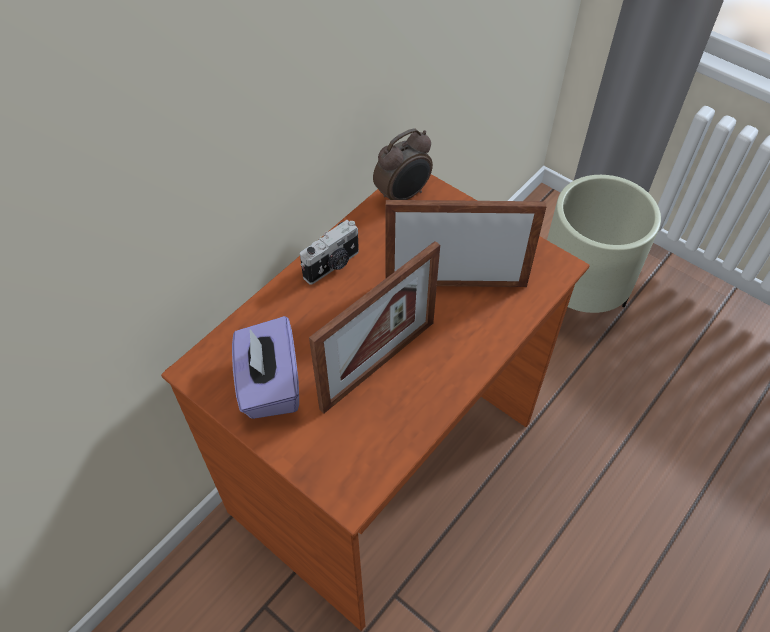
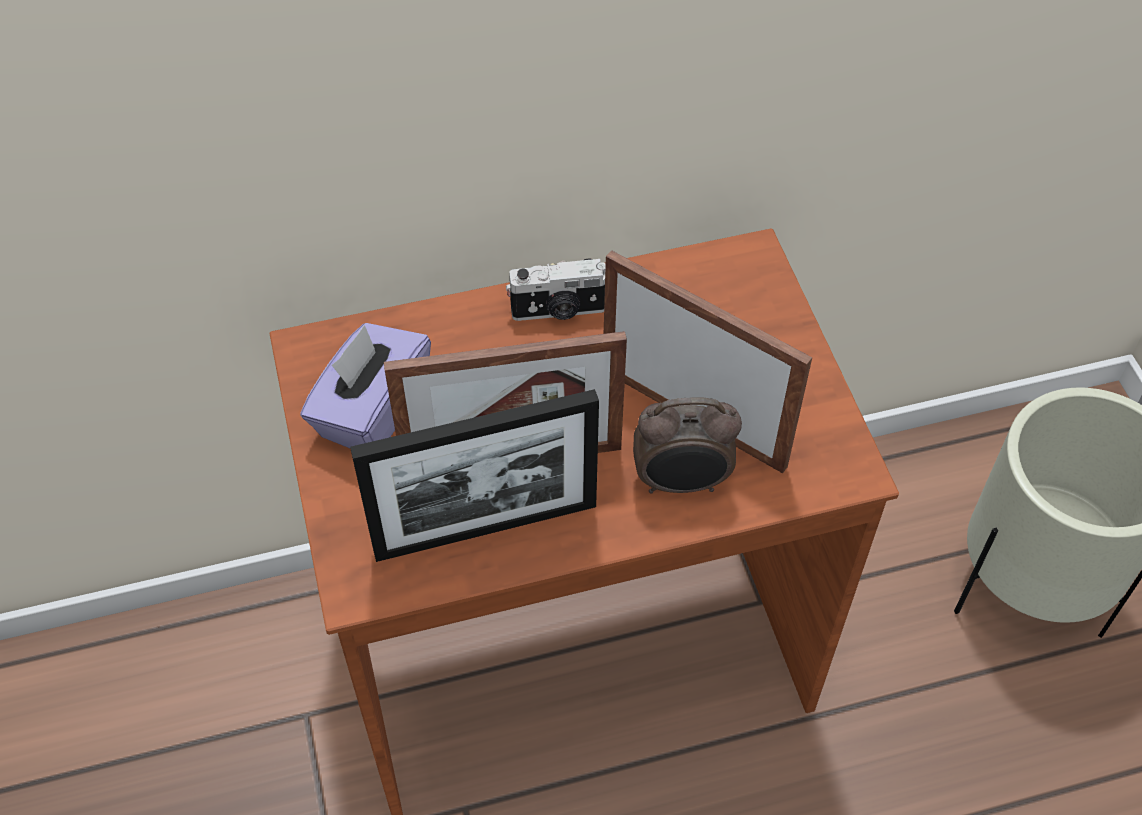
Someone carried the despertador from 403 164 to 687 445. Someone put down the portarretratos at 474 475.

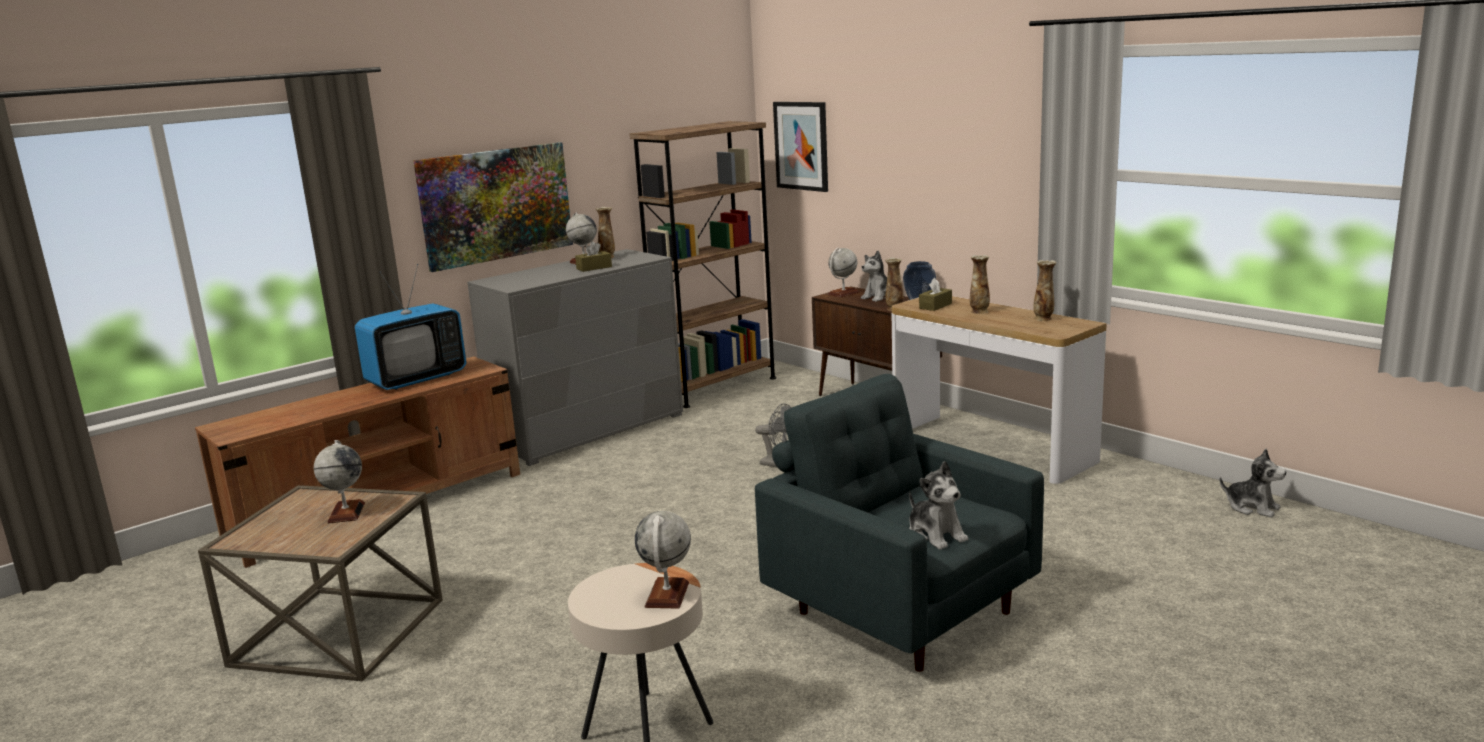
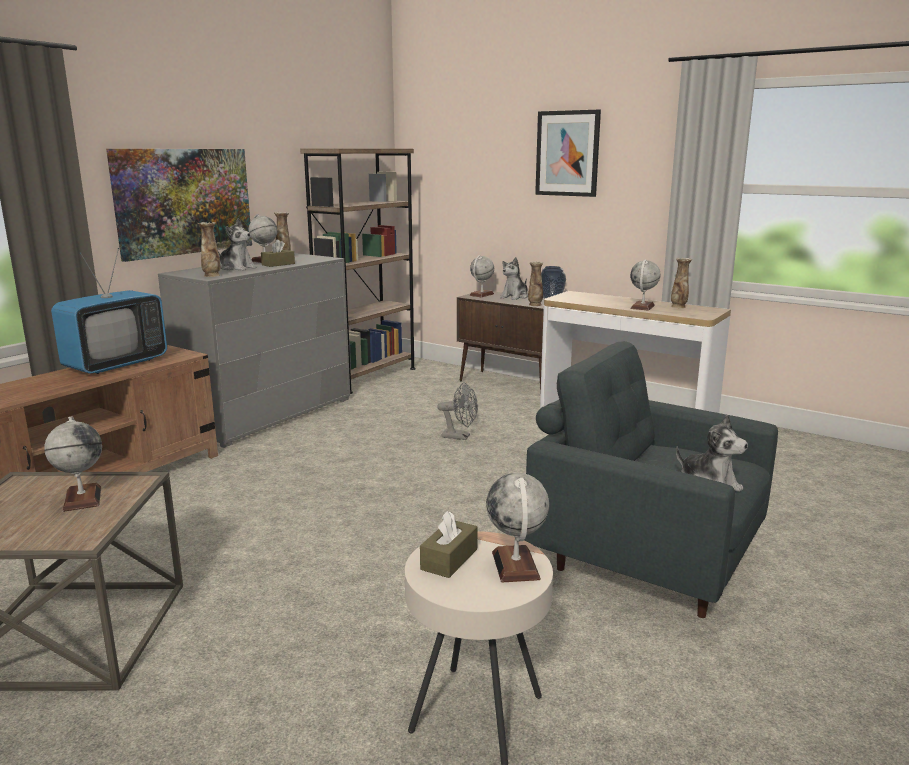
Someone carried the cuadro from 800 147 to 568 153. Someone carried the florero from 980 284 to 209 249. Someone carried the caja de pañuelos [marrón] from 935 294 to 449 544. Someone carried the peluche from 1252 483 to 237 244. Someone put down the globo terráqueo at 645 285.

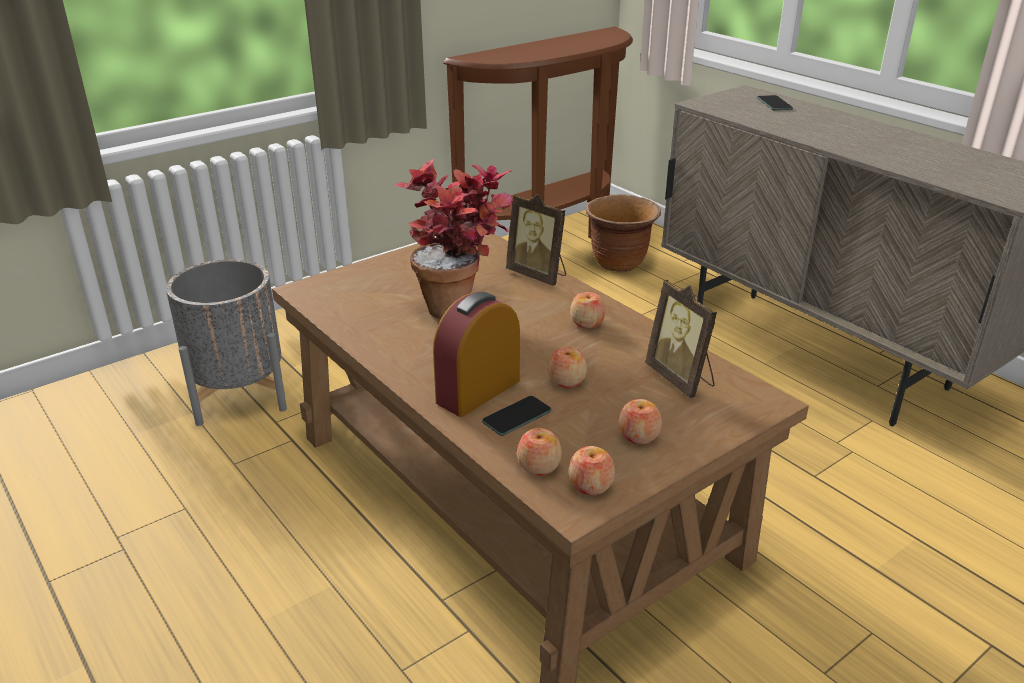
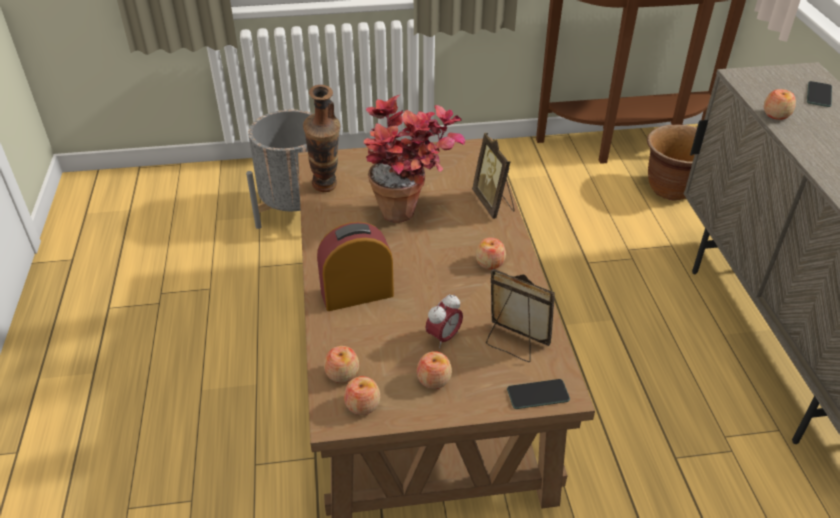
Someone rotated the portarretratos at 681 339 by 120 degrees clockwise. Someone carried the manzana from 567 367 to 780 104. Someone carried the móvil from 516 416 to 538 394. Someone put down the florero at 321 138. Someone put down the despertador at 444 321.

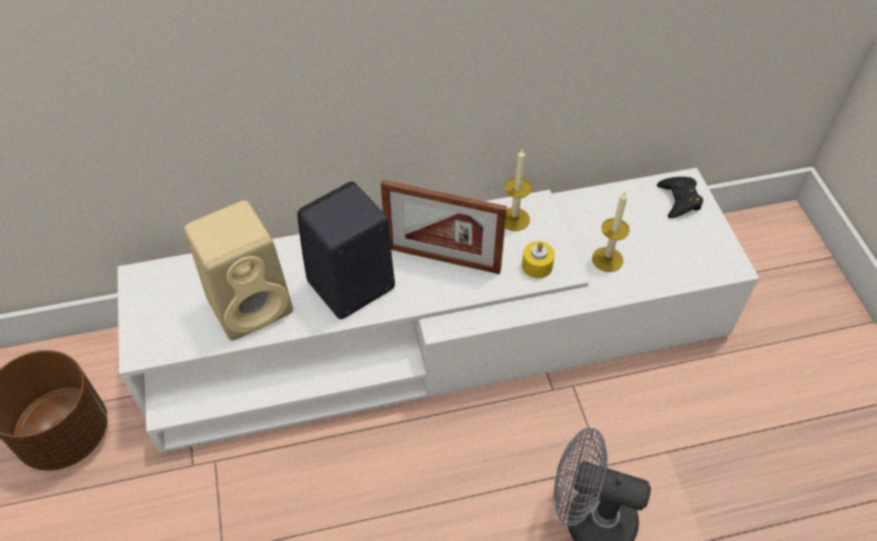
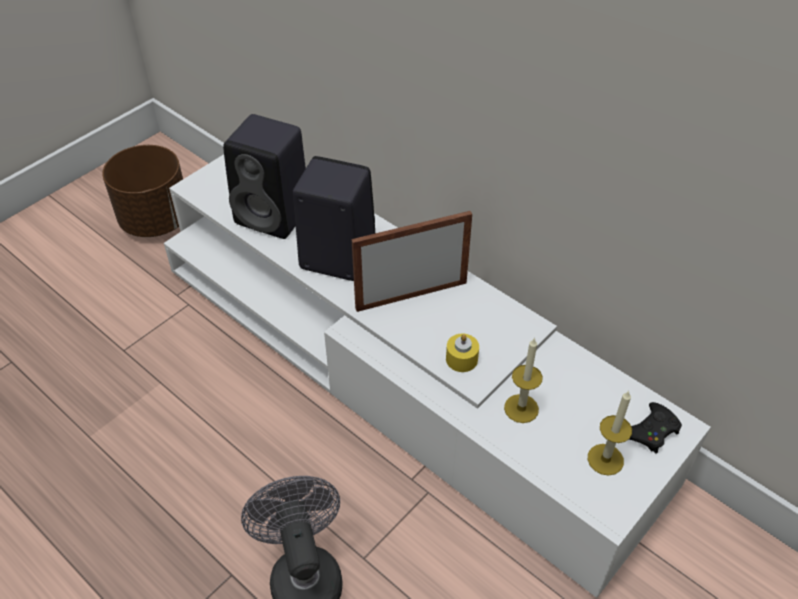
Someone carried the vela from 518 190 to 610 433. Someone rotated the portarretratos at 444 227 by 90 degrees clockwise. Someone repainted the altavoz [beis] at 238 270, which became the altavoz [negro] at 264 176.

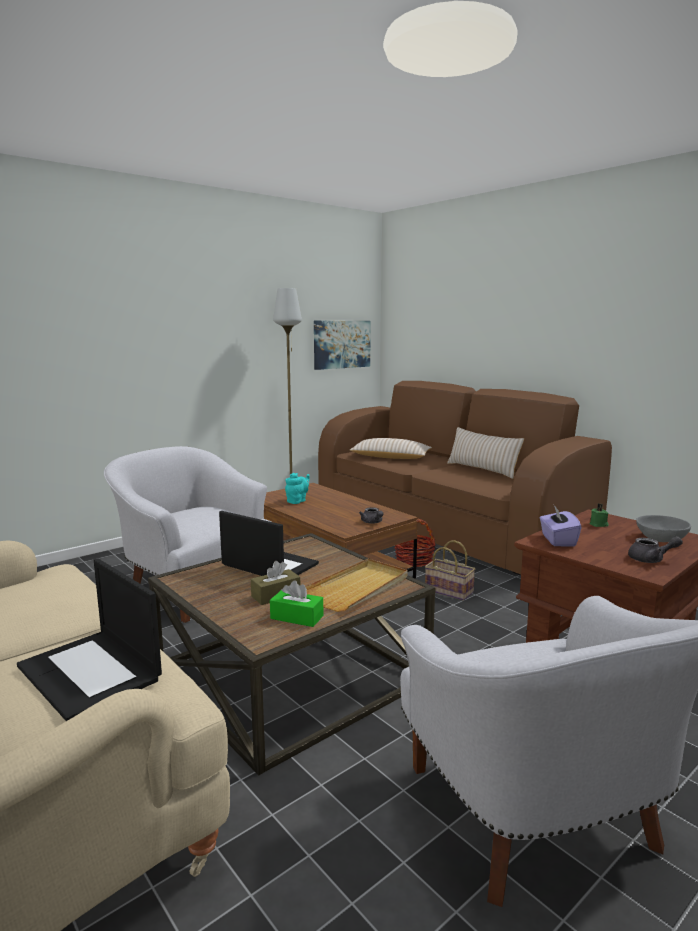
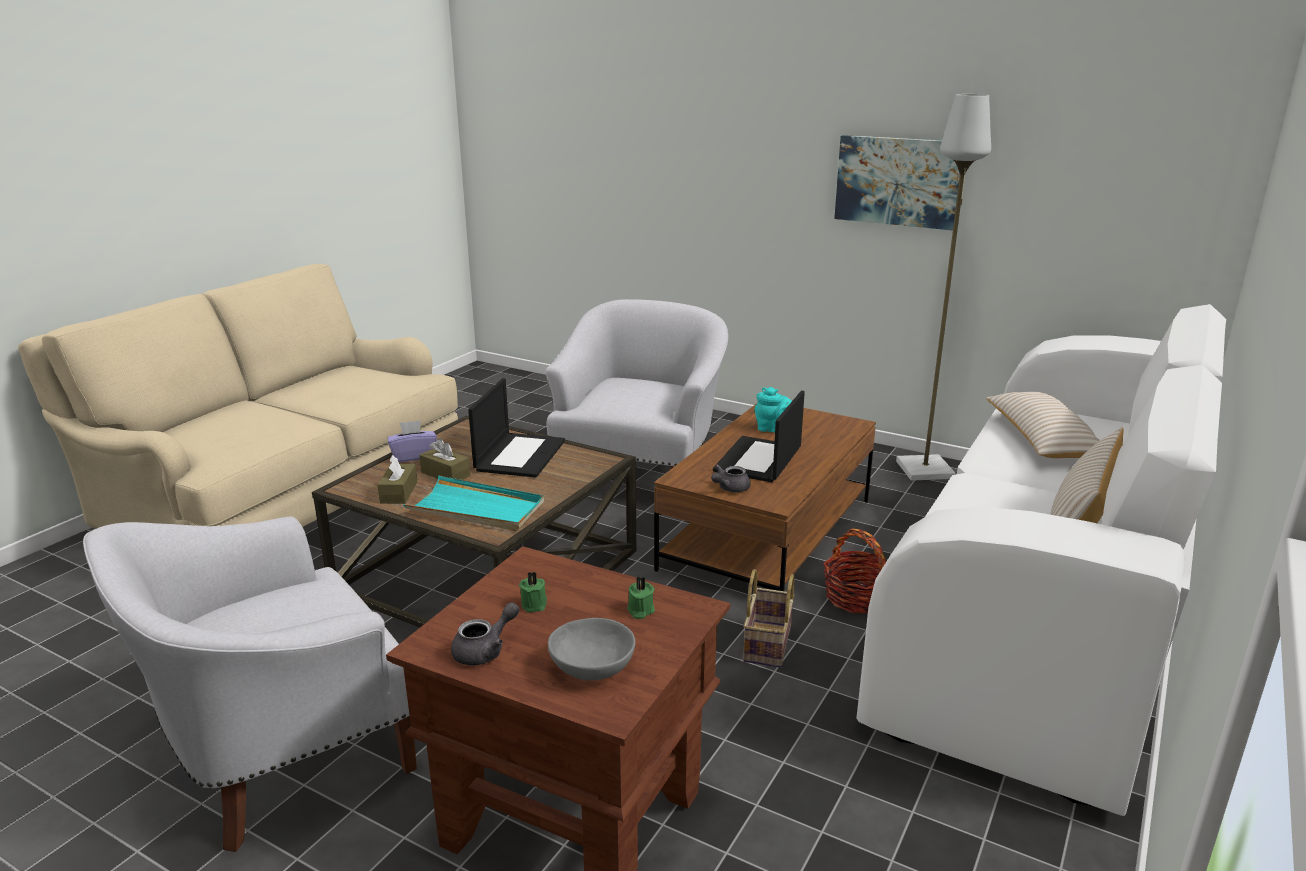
Someone carried the cuadro from 342 345 to 897 182. Someone repainted the sofá [marrón] at 465 478, which became the sofá [blanco] at 1041 560. Someone carried the caja de pañuelos [morado] from 561 525 to 412 441. Someone rotated the tetera [gris] at 655 549 by 120 degrees counterclockwise. Someone carried the portátil from 89 639 to 759 436. Someone repainted the bandeja [beis] at 356 585, which became the bandeja [turquesa] at 473 503. Someone repainted the caja de pañuelos [verde] at 296 603, which became the caja de pañuelos [marrón] at 397 479. Someone put down the vela [verde] at 533 592.

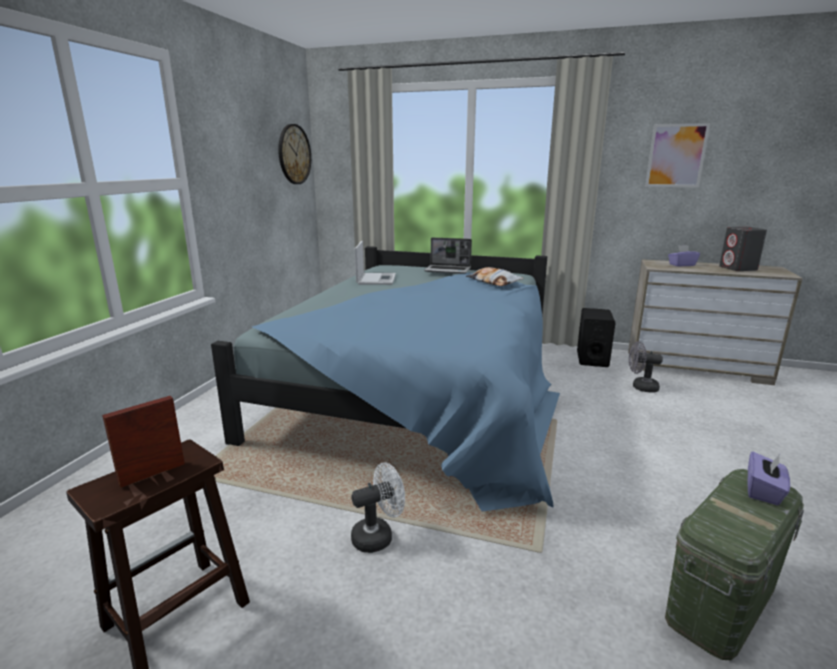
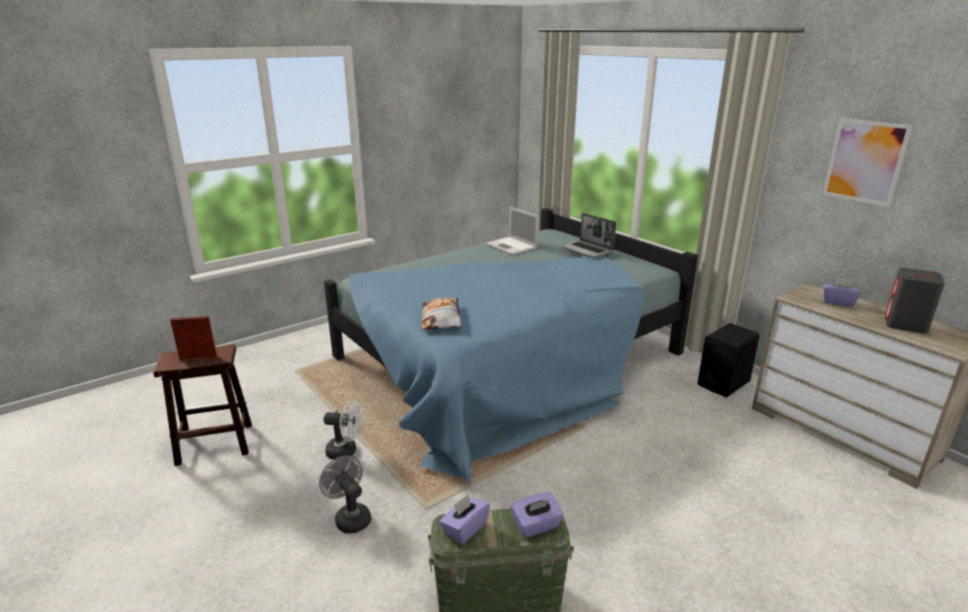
Someone took away the reloj de pared at 294 154. Someone rotated the portátil at 375 263 by 105 degrees clockwise. Someone carried the cojín from 494 276 to 441 313. Someone carried the ventilador [gris] from 646 366 to 345 494. Someone put down the caja de pañuelos [morado] at 465 520.

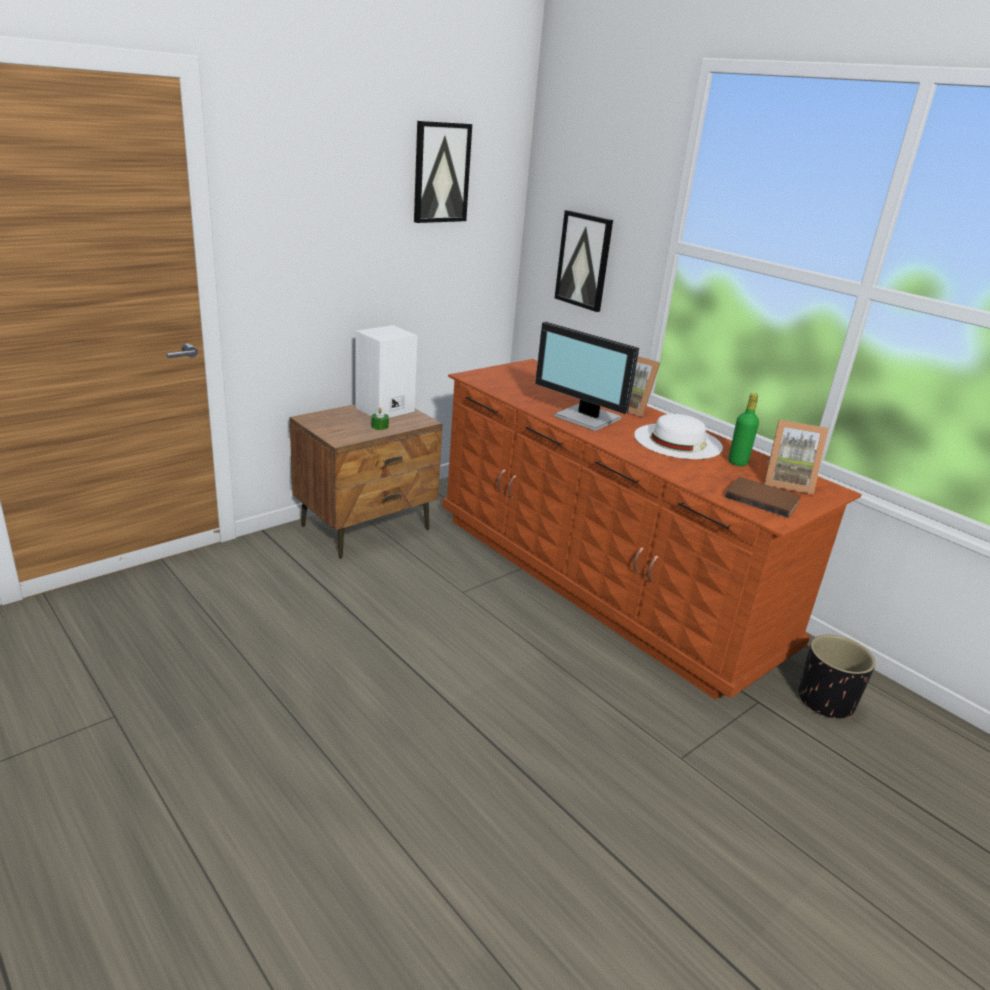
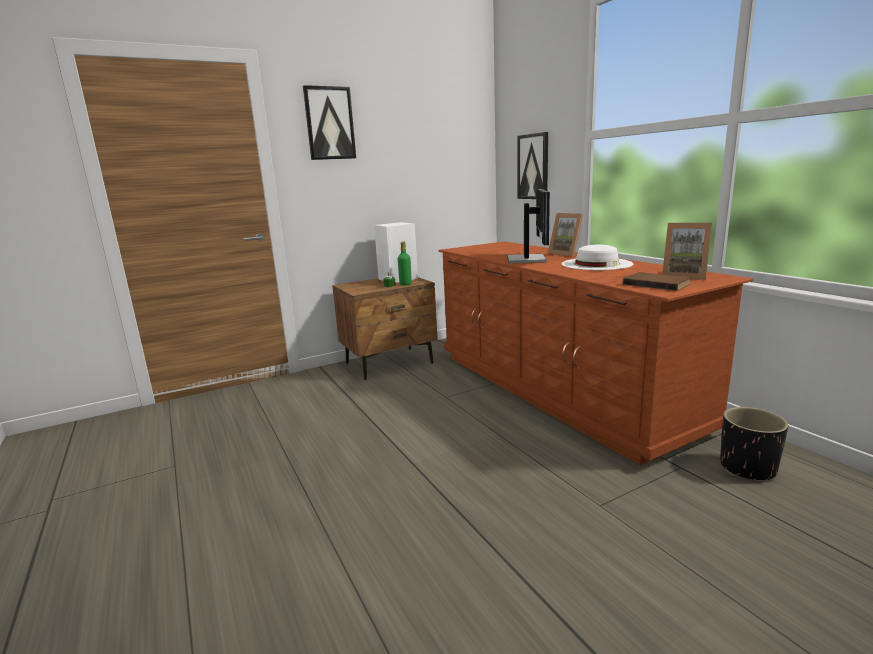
Someone carried the cuadro from 443 172 to 329 122. Someone rotated the monitor at 587 376 by 135 degrees counterclockwise. Someone carried the botella [verde] from 743 429 to 405 263.

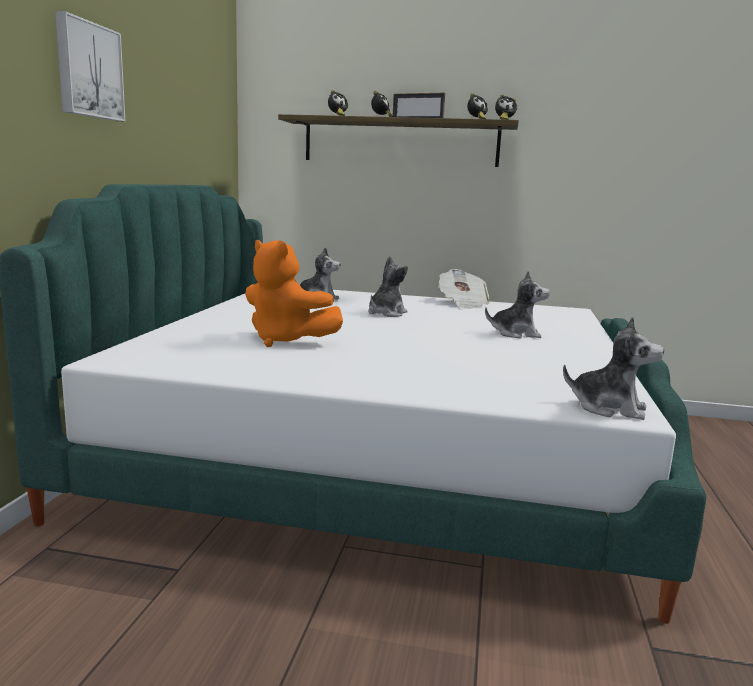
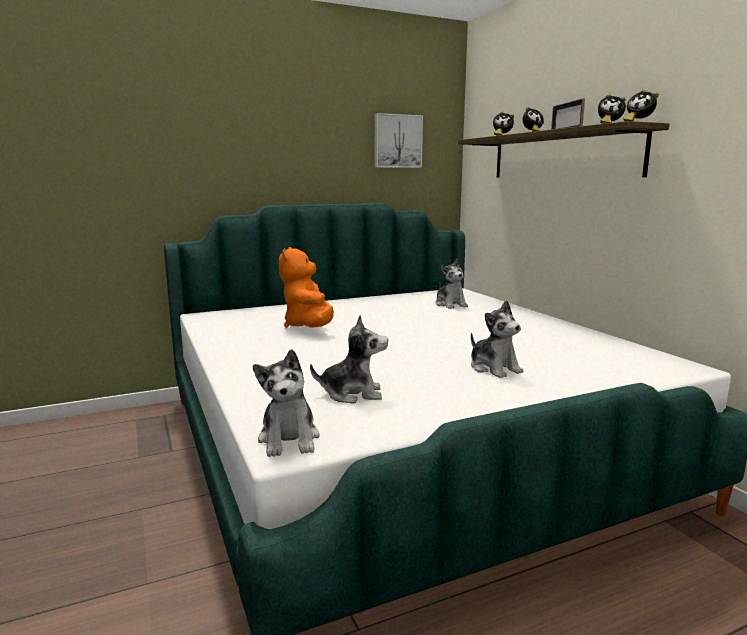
Someone carried the cuadro from 90 66 to 398 140. Someone carried the peluche from 388 286 to 349 359. Someone took away the periódico at 463 289.

